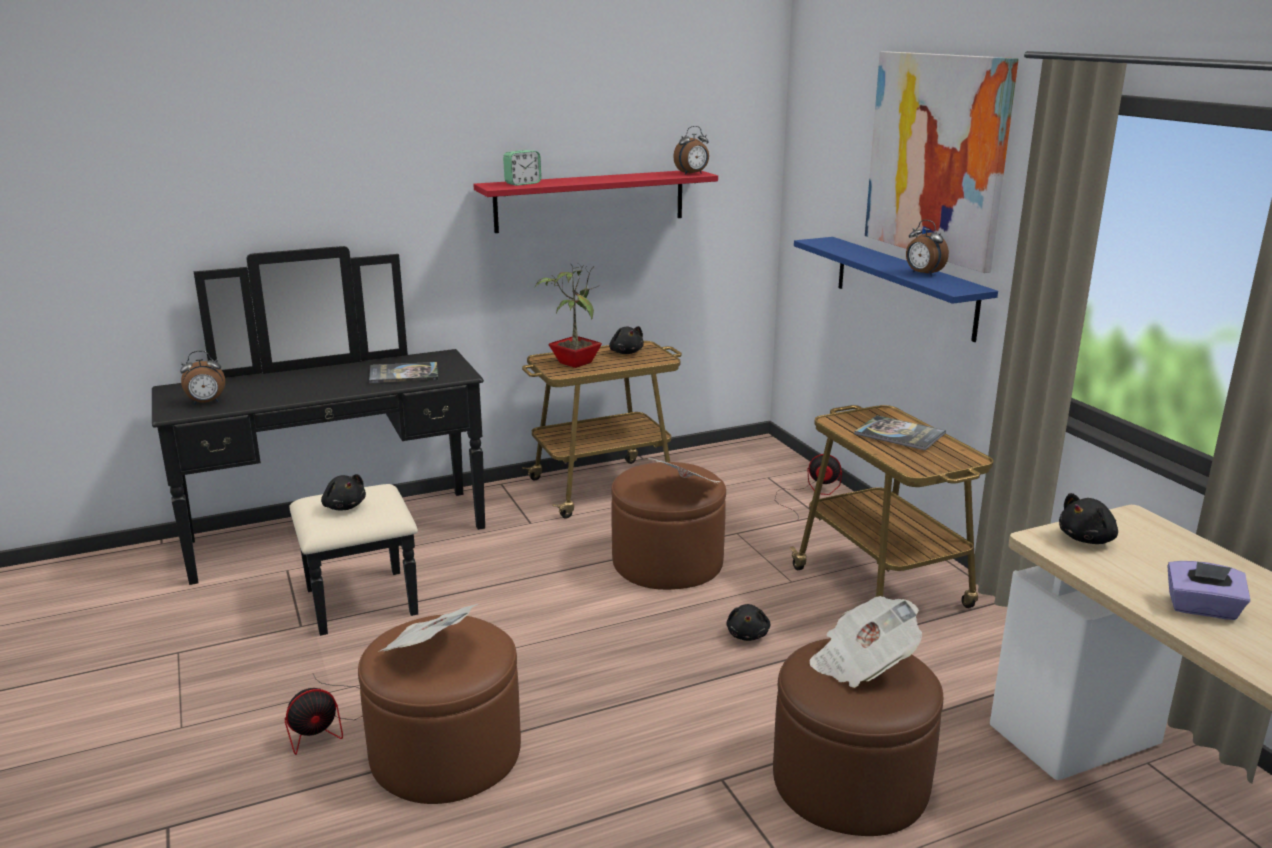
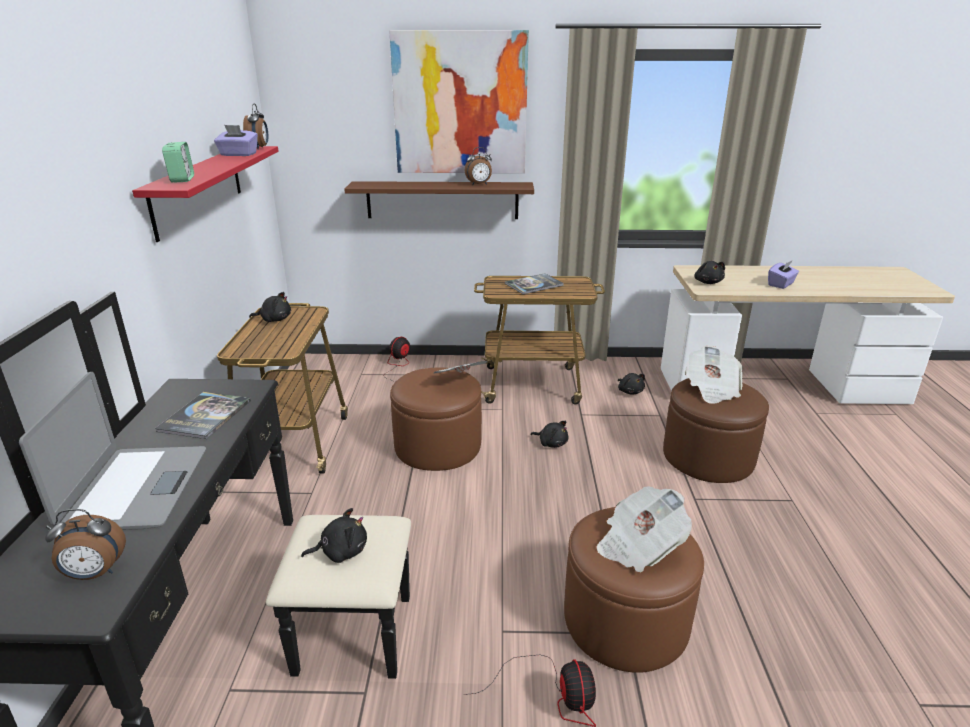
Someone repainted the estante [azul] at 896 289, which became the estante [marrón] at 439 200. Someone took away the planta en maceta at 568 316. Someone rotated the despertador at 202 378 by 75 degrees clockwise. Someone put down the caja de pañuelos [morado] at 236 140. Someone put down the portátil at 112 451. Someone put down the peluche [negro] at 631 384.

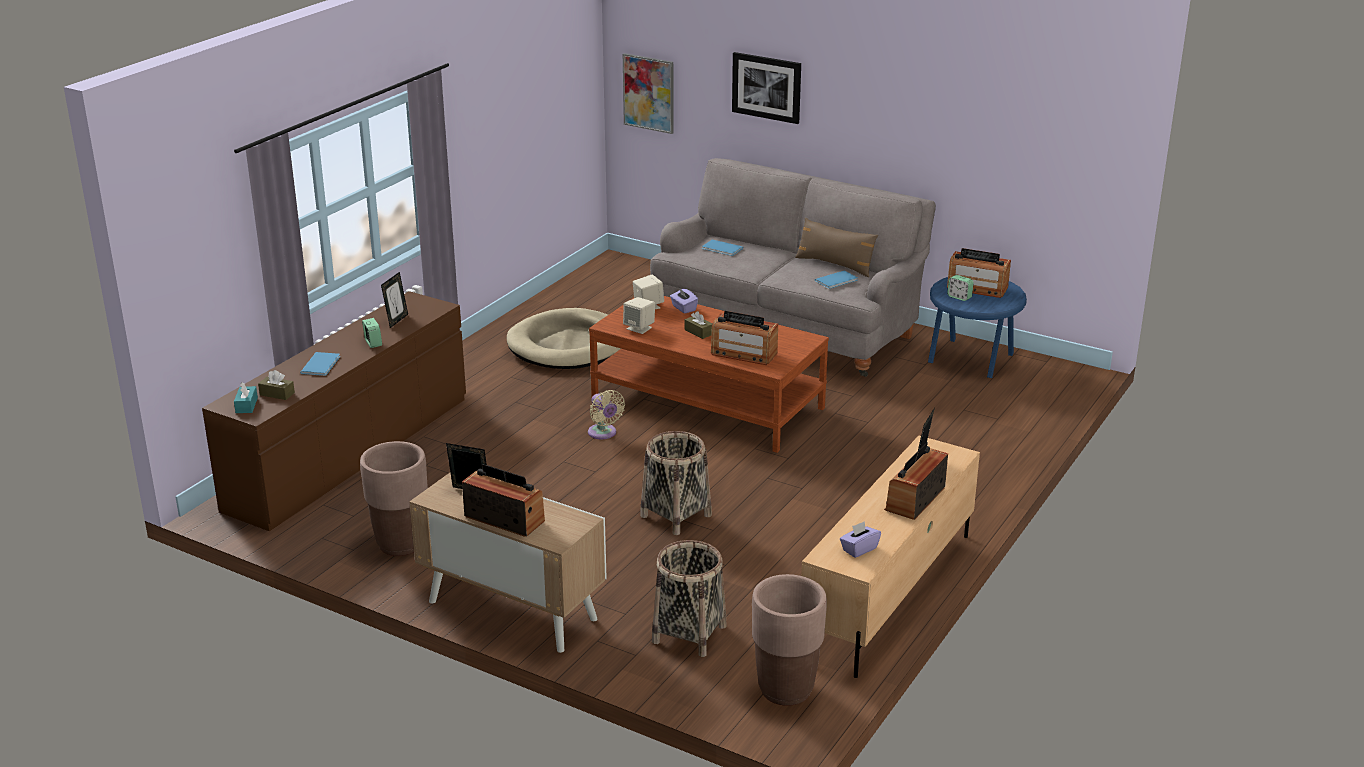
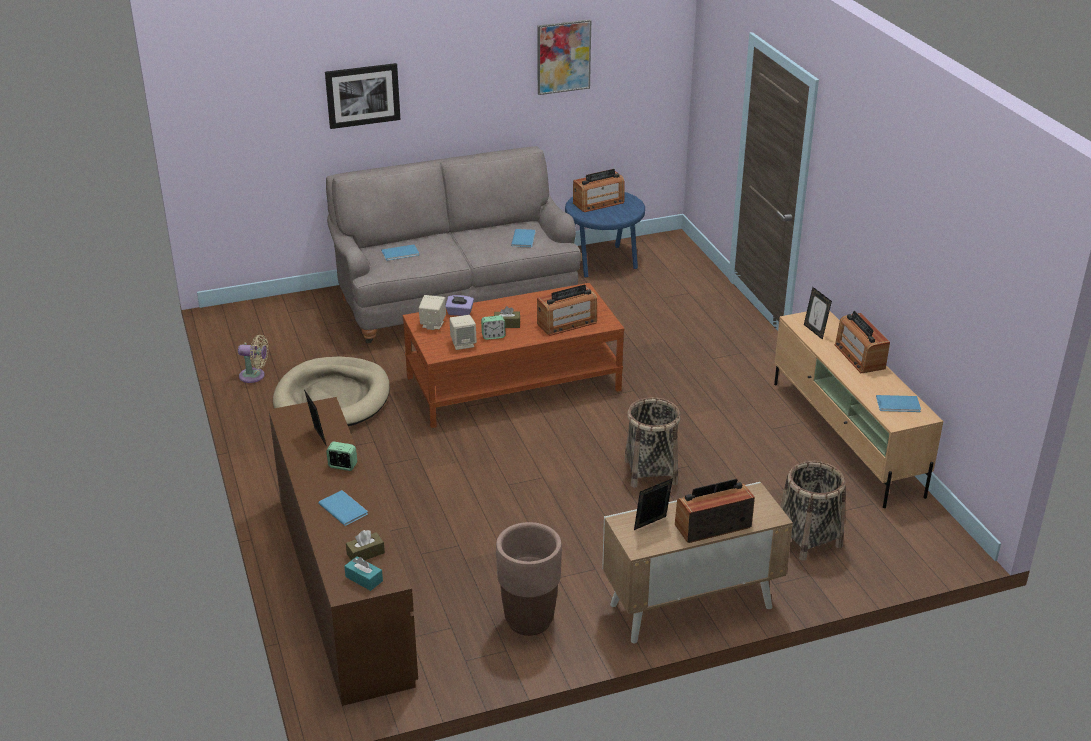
Someone carried the cuadro from 648 93 to 564 57. Someone took away the cojín [marrón] at 836 247. Someone carried the despertador from 960 288 to 493 327. Someone carried the ventilador [beis] from 606 414 to 253 359. Someone swapped the caja de pañuelos [morado] at 860 539 for the libro [azul] at 898 403. Someone took away the maceta [marrón] at 789 640.

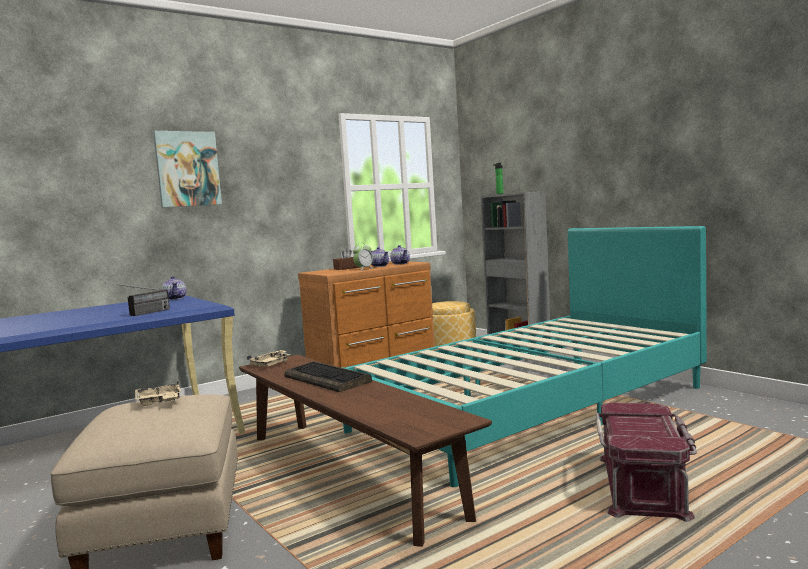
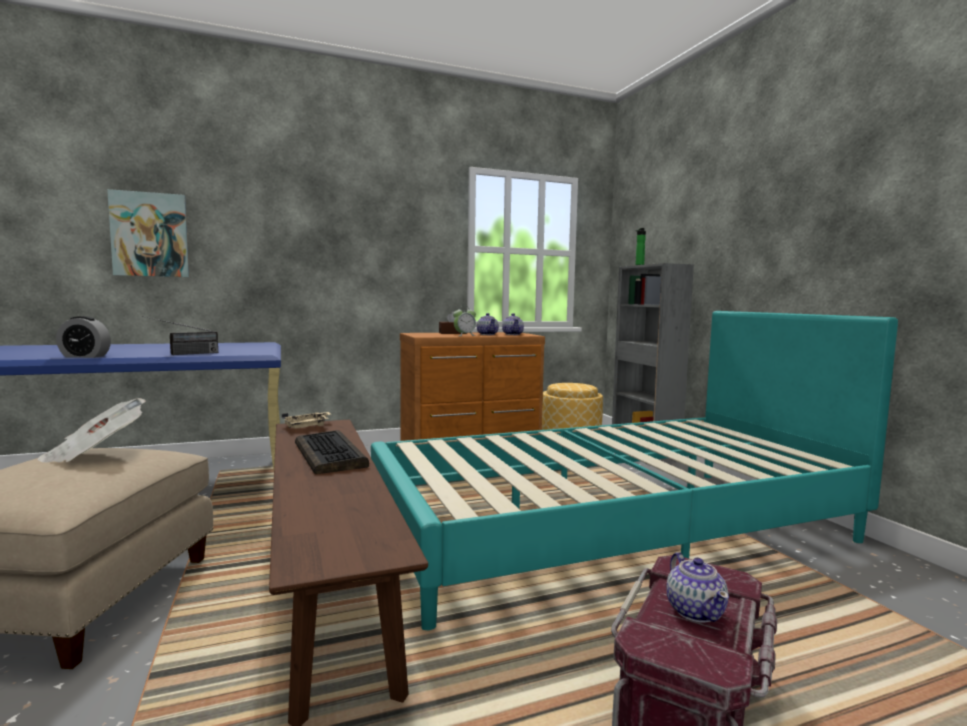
Someone carried the cuadro from 187 169 to 148 233. Someone carried the tetera from 174 288 to 697 587. Someone swapped the bandeja [beis] at 158 393 for the periódico at 91 430. Someone put down the despertador at 83 337.

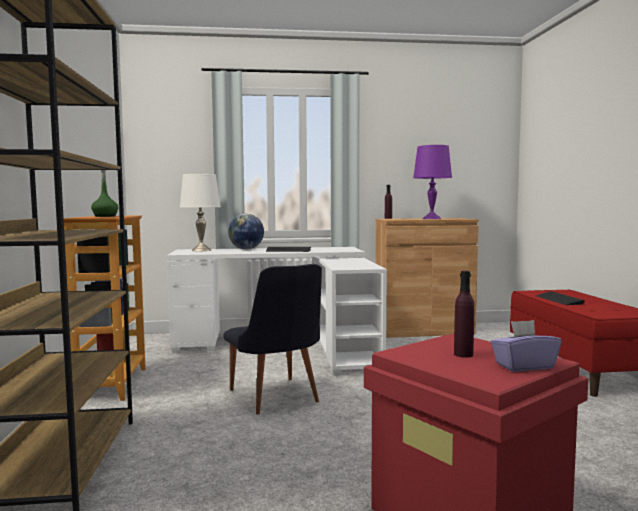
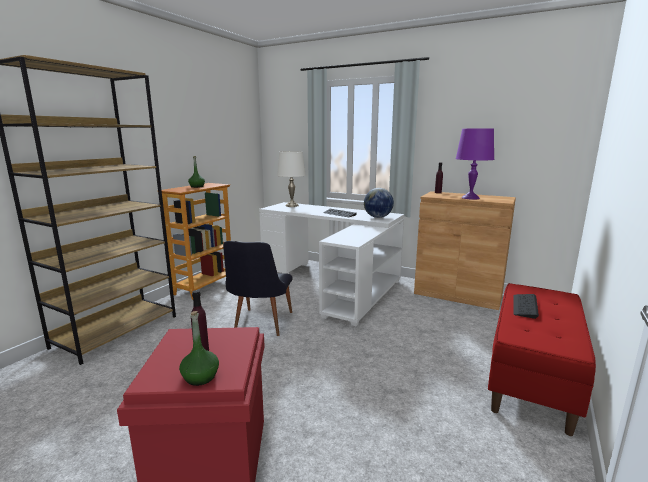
Someone carried the globo terráqueo from 246 232 to 379 203. Someone swapped the caja de pañuelos [morado] at 526 345 for the botella [verde] at 199 348.

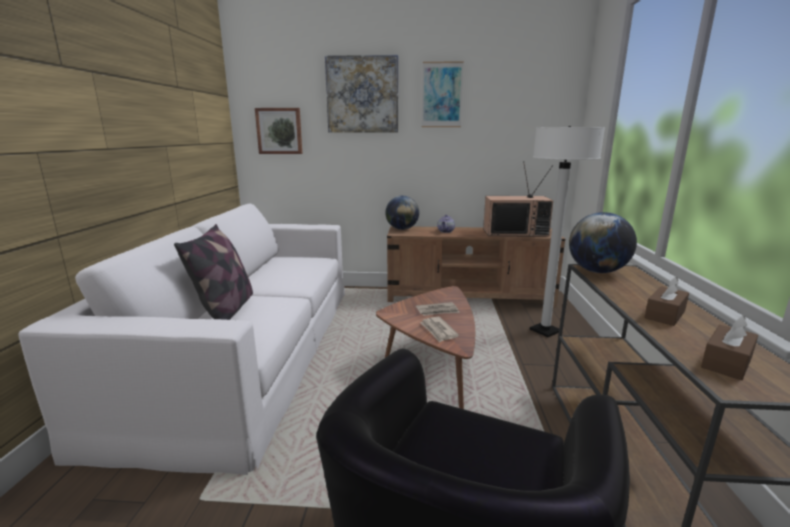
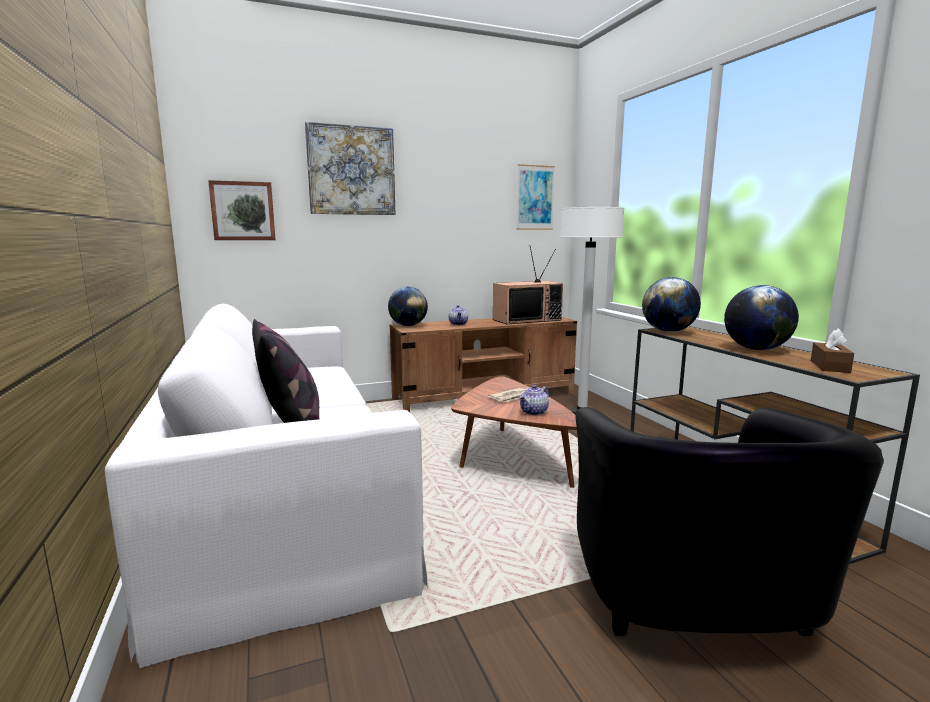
Someone carried the cuadro from 443 94 to 536 197. Someone swapped the caja de pañuelos [marrón] at 666 301 for the globo terráqueo at 761 317. Someone swapped the periódico at 439 330 for the tetera at 534 400.

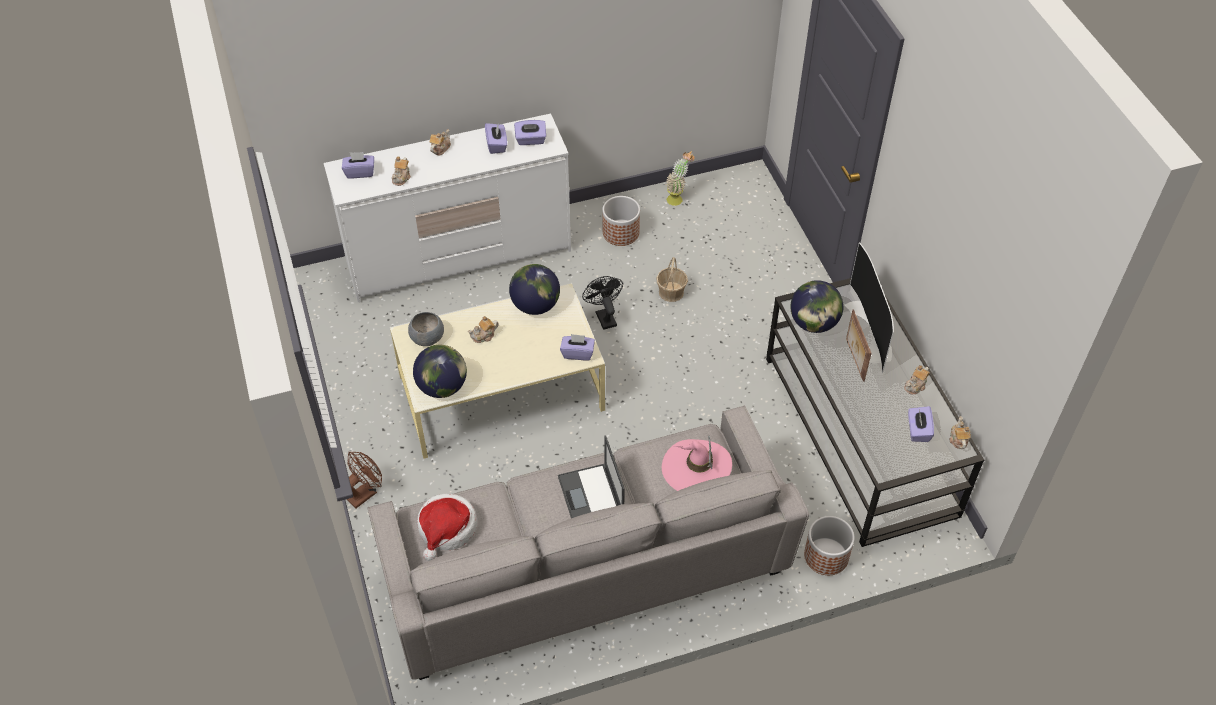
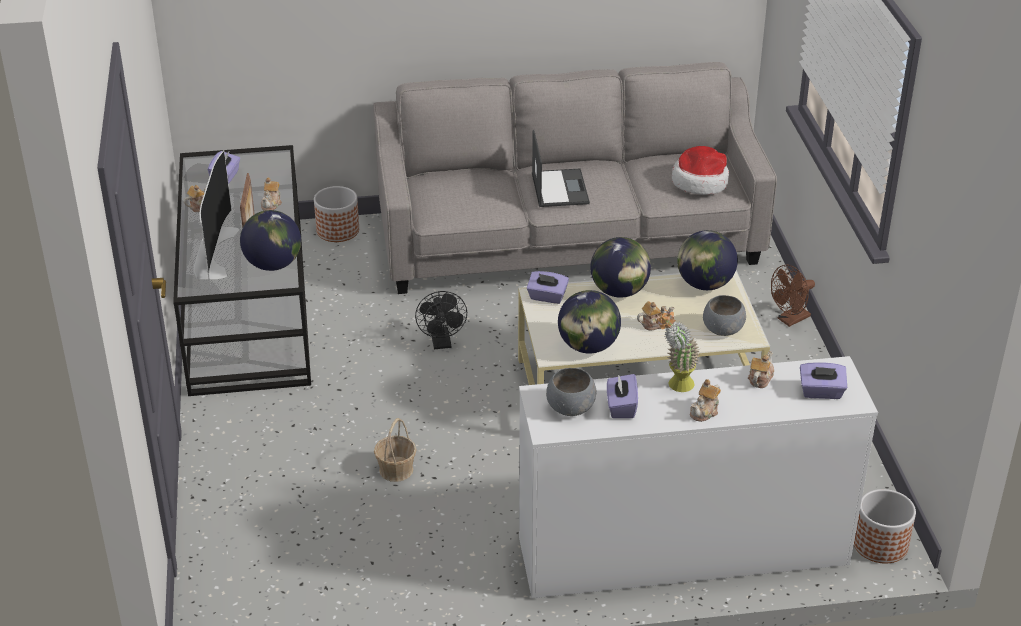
Someone swapped the caja de pañuelos [morado] at 530 132 for the cuenco [gris] at 571 392. Someone carried the planta en maceta from 680 178 to 678 350. Someone carried the maceta from 621 221 to 885 526. Someone carried the ventilador [negro] from 602 303 to 441 320. Someone carried the tetera from 960 432 to 271 194. Someone took away the sombrero [rosa] at 697 463. Someone put down the globo terráqueo at 620 267.

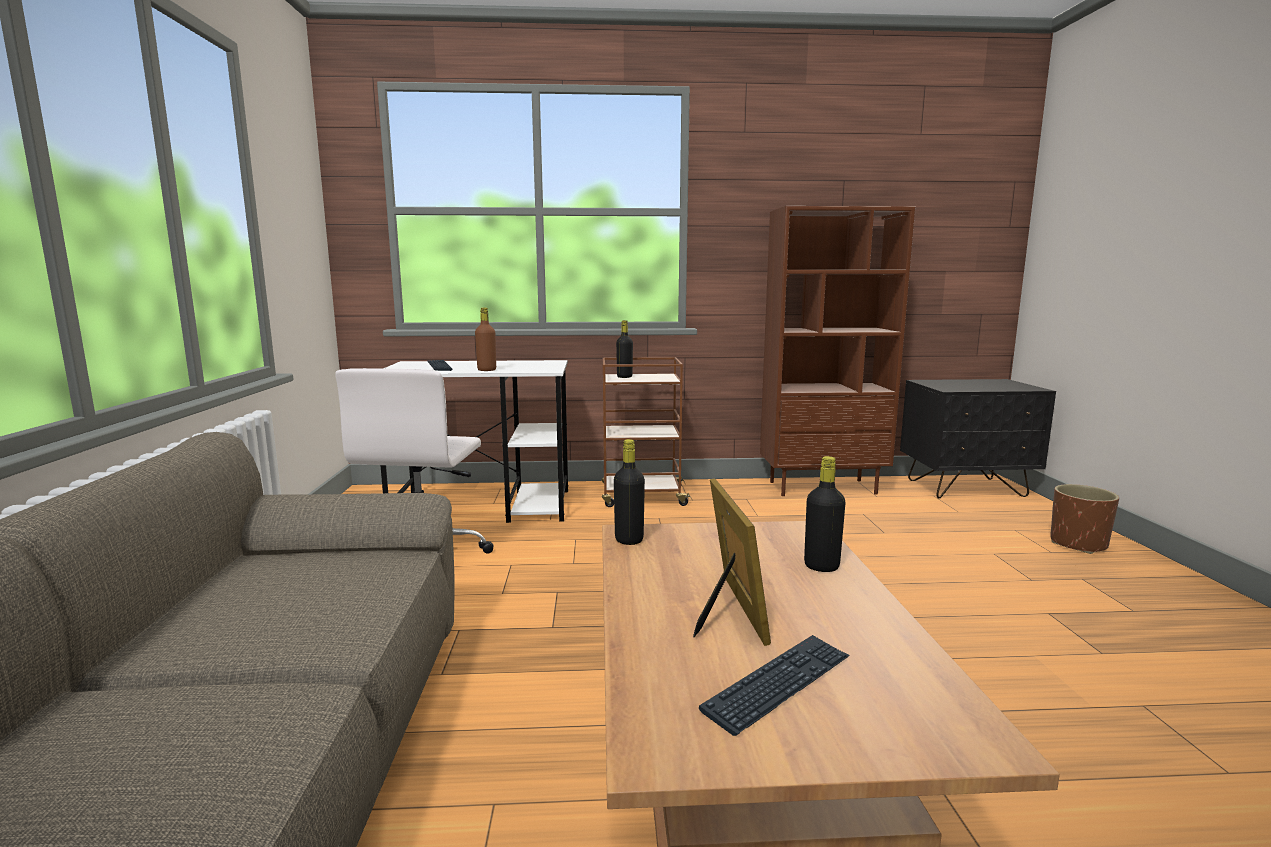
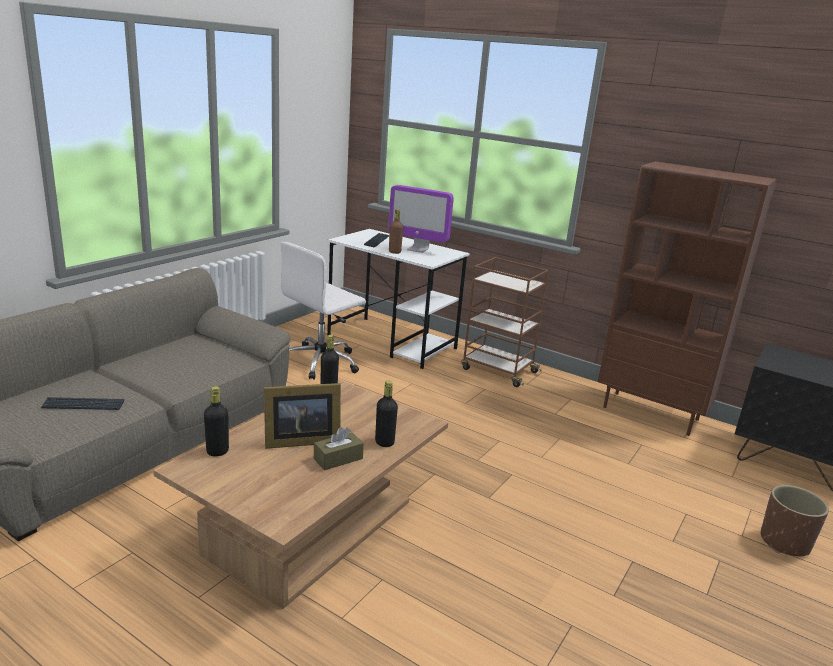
Someone carried the botella [negro] from 624 349 to 216 421. Someone rotated the portarretratos at 732 562 by 45 degrees clockwise. Someone carried the teclado from 774 685 to 82 403. Someone put down the monitor at 421 219. Someone put down the caja de pañuelos [marrón] at 339 448.

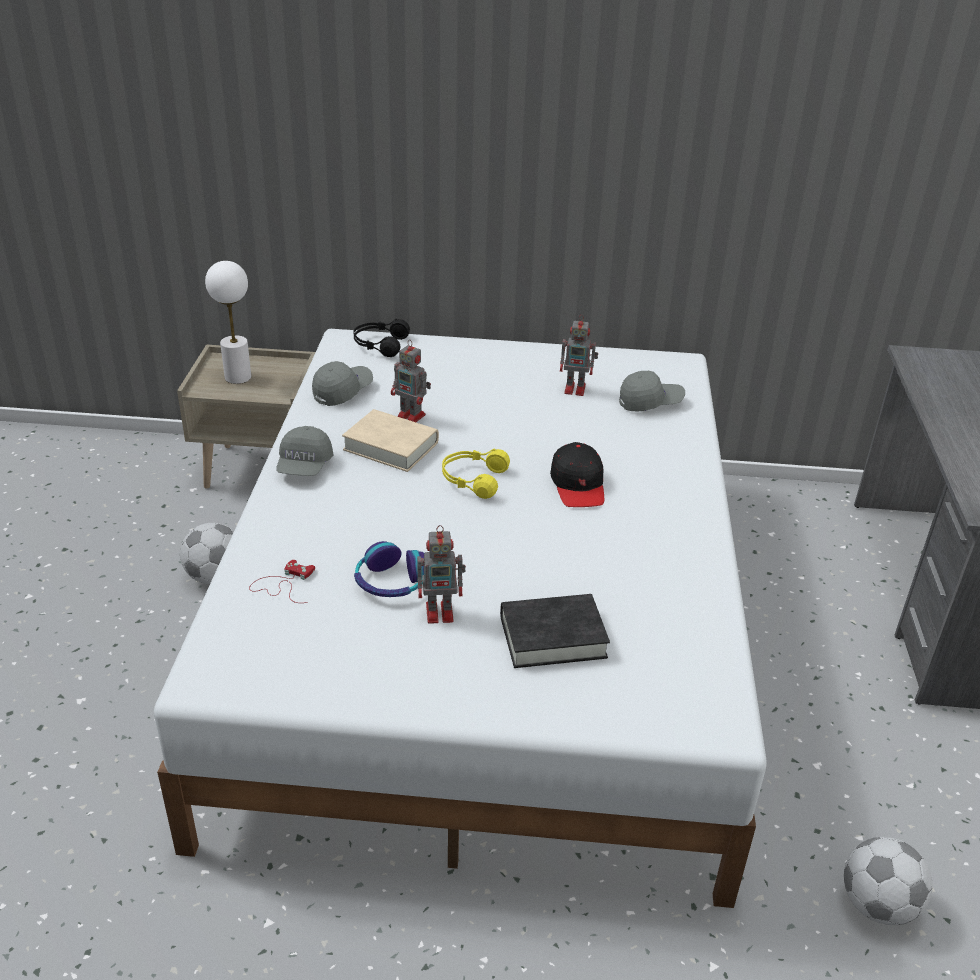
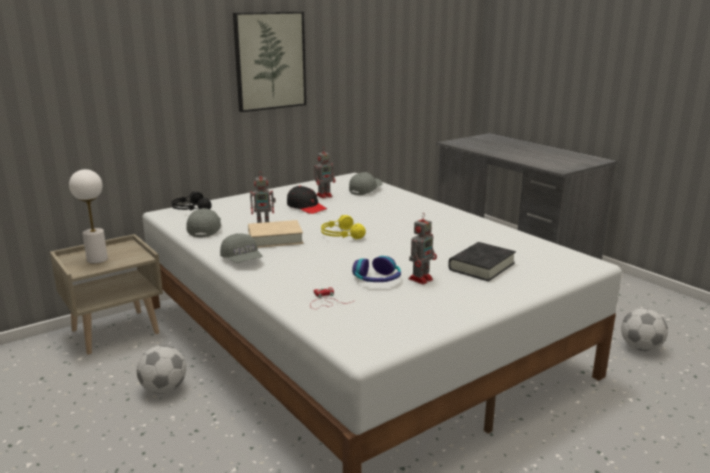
Someone carried the gorra [negro] from 577 474 to 307 200. Someone put up the cuadro at 269 62.

